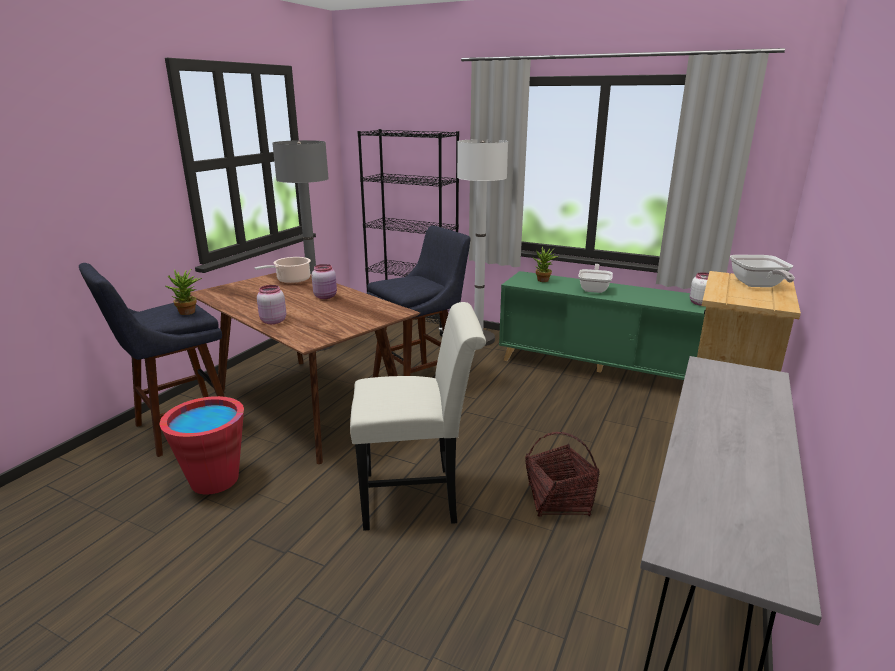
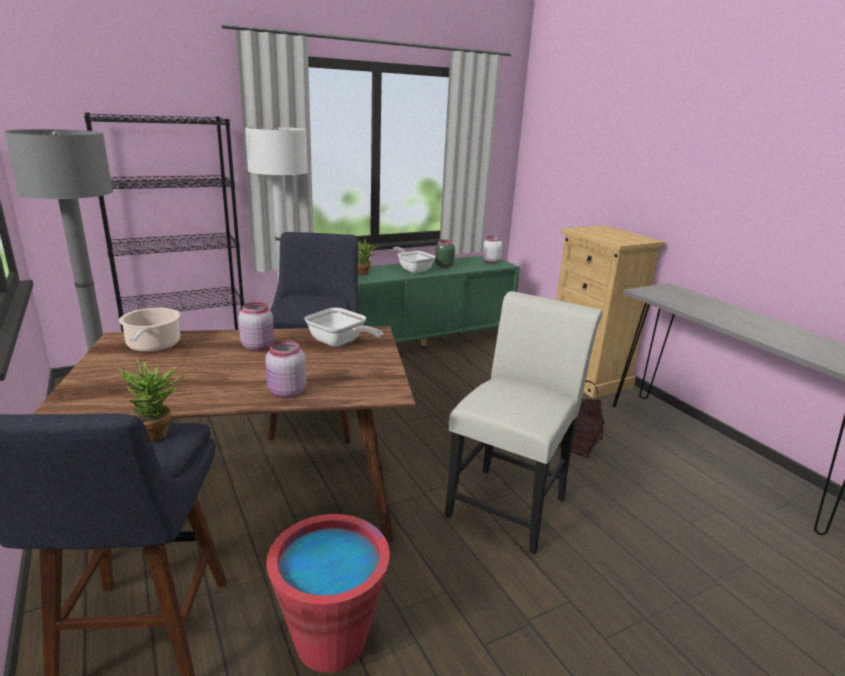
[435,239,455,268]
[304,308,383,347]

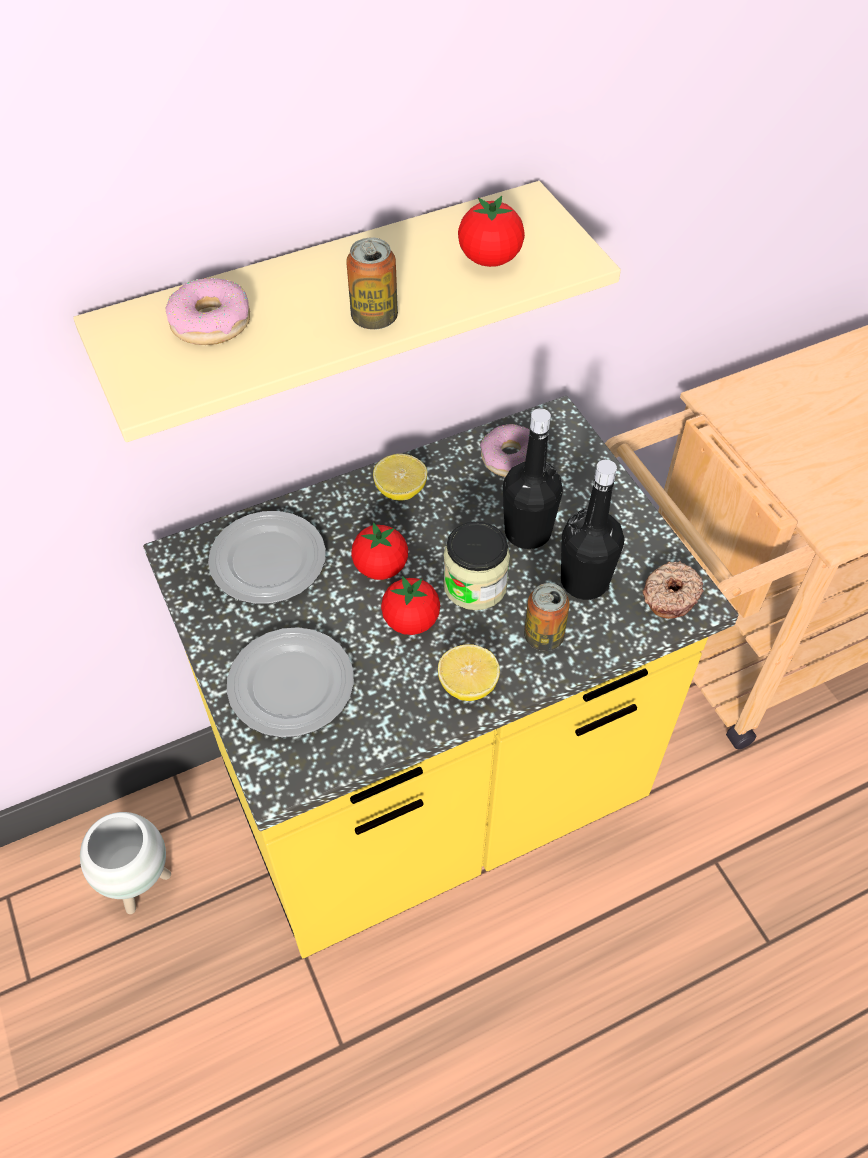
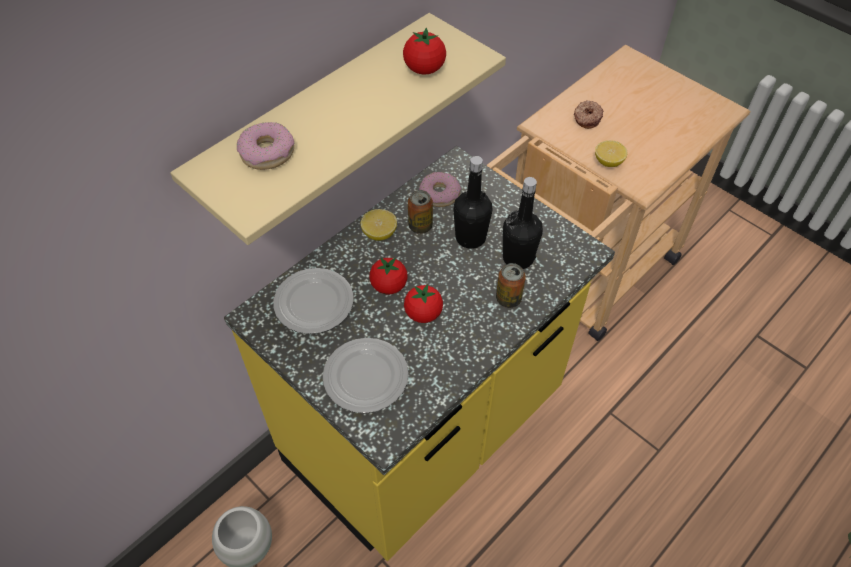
[443,522,510,610] (first image)
[408,190,433,234]
[595,140,627,167]
[574,100,603,129]

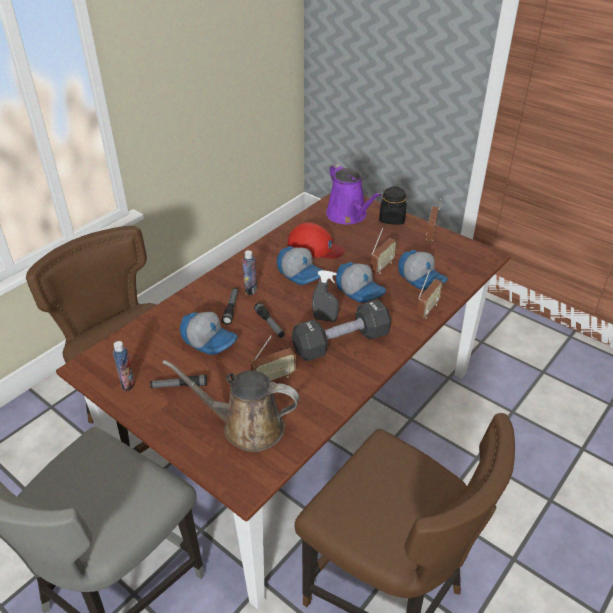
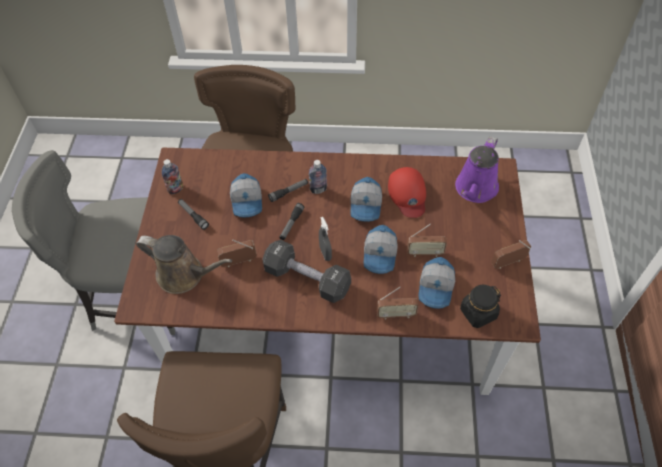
[460,285,501,328]
[136,235,232,294]
[217,240,257,267]

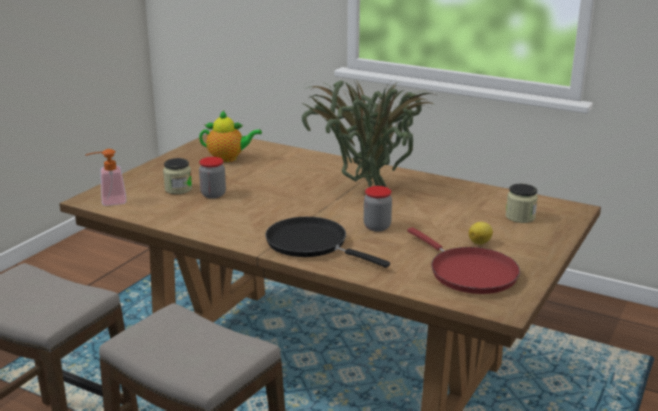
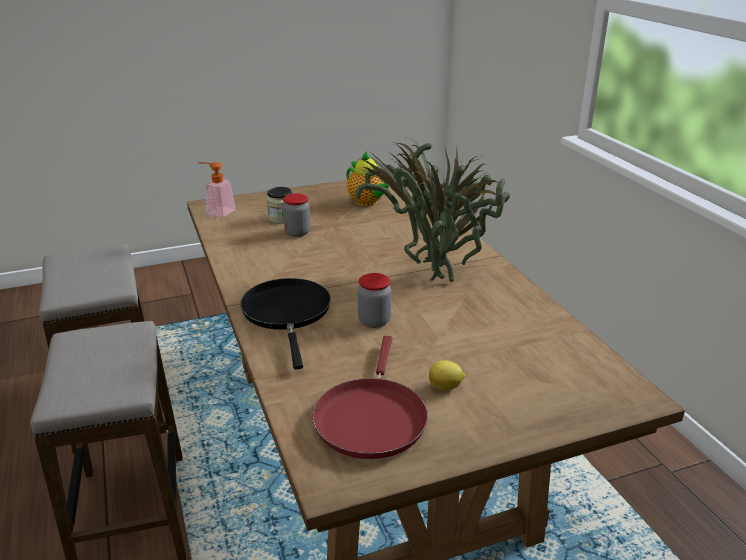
[506,184,538,223] (first image)

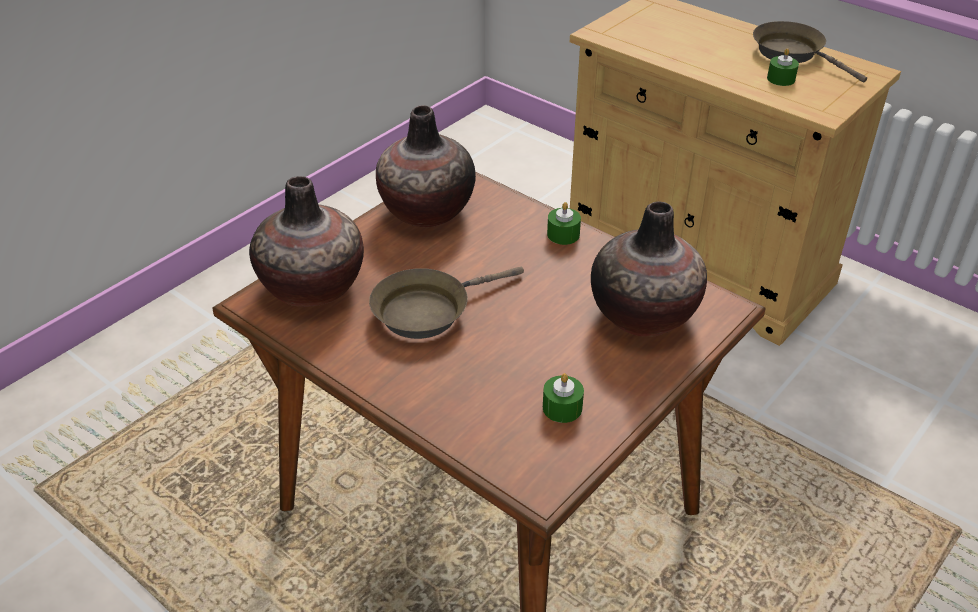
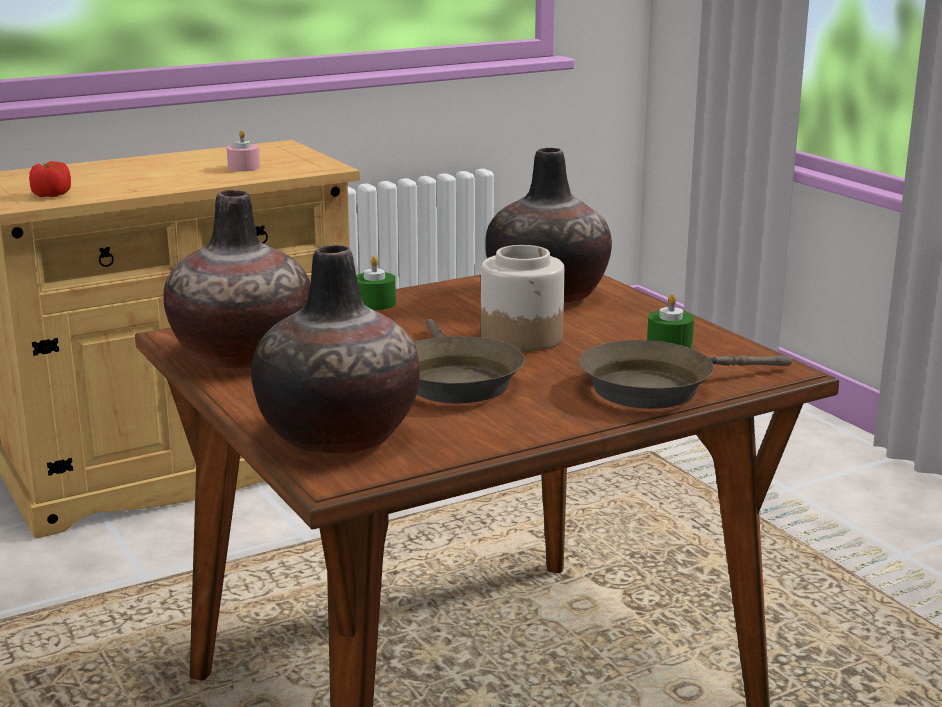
[29,161,71,197]
[481,245,565,352]
[579,340,792,409]
[227,130,260,172]

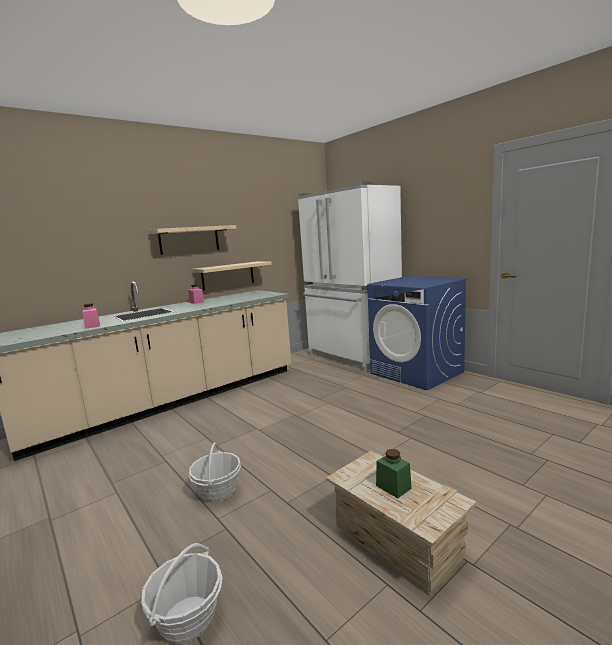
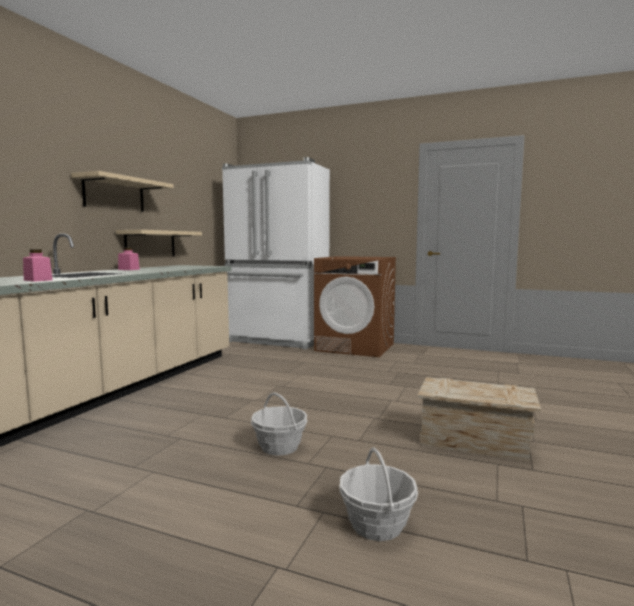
[376,449,412,498] (first image)
[314,256,396,357]

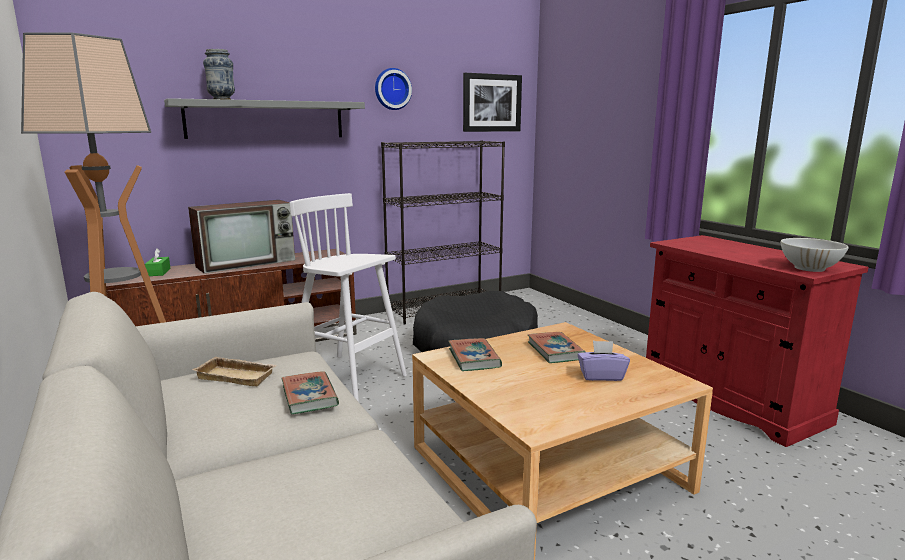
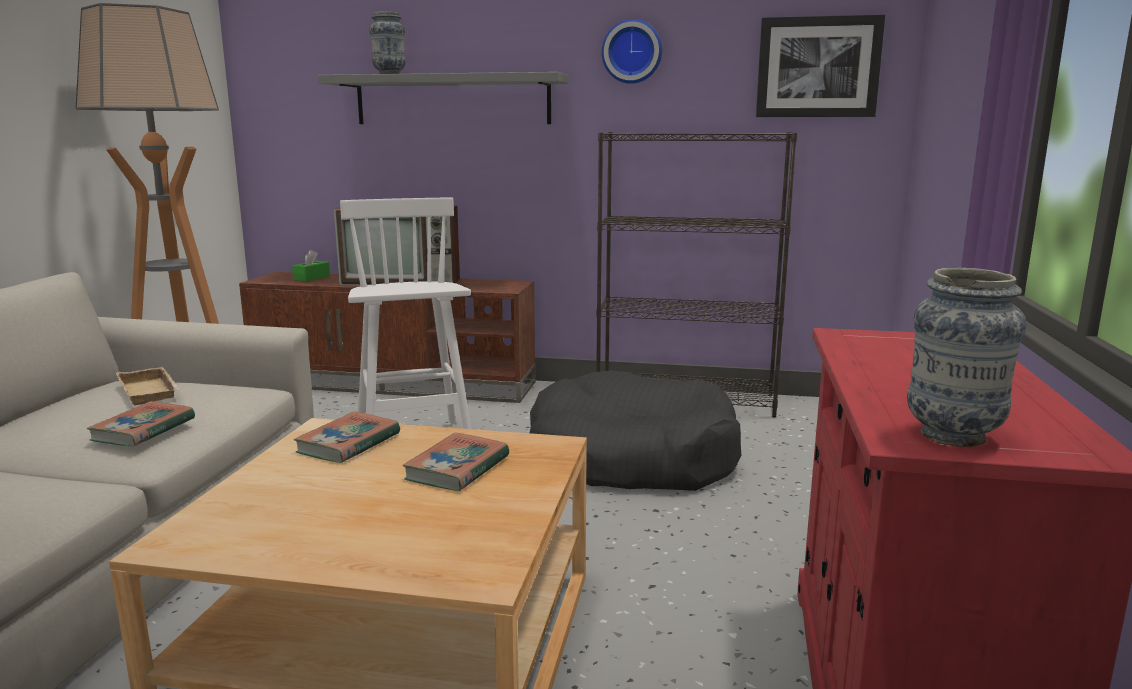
[578,341,630,381] (first image)
[907,268,1027,447]

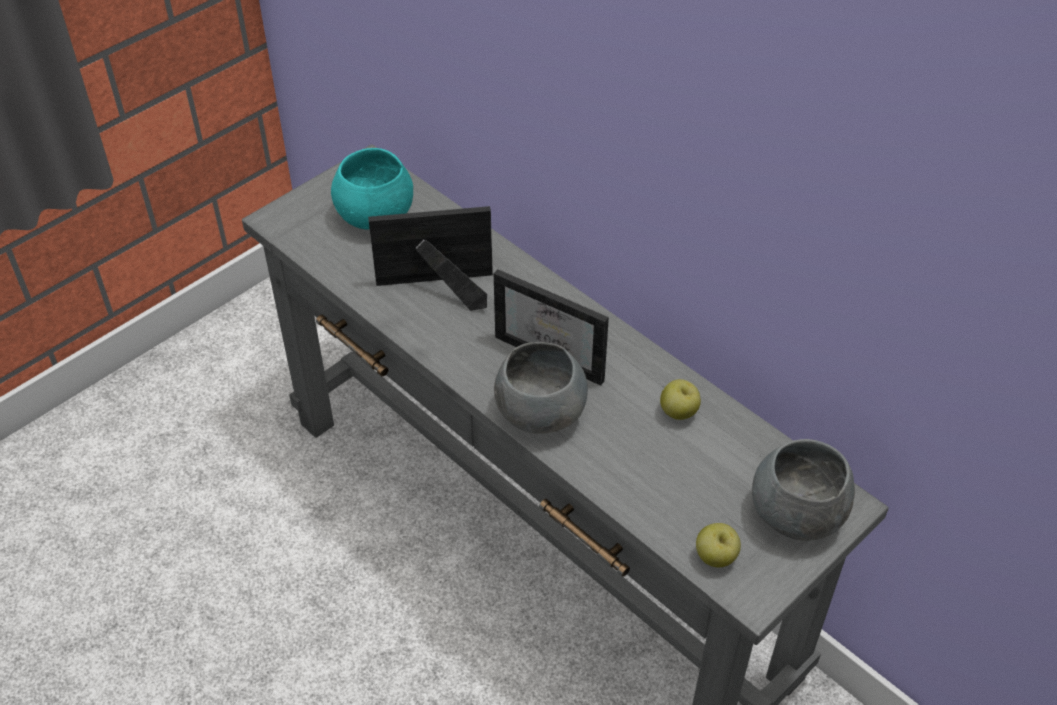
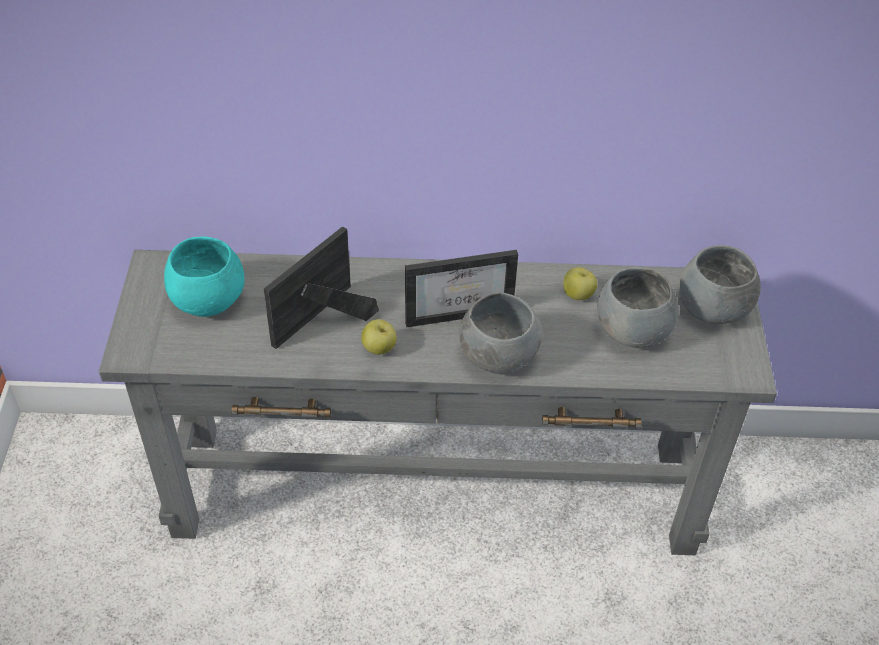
[597,267,679,348]
[361,319,397,355]

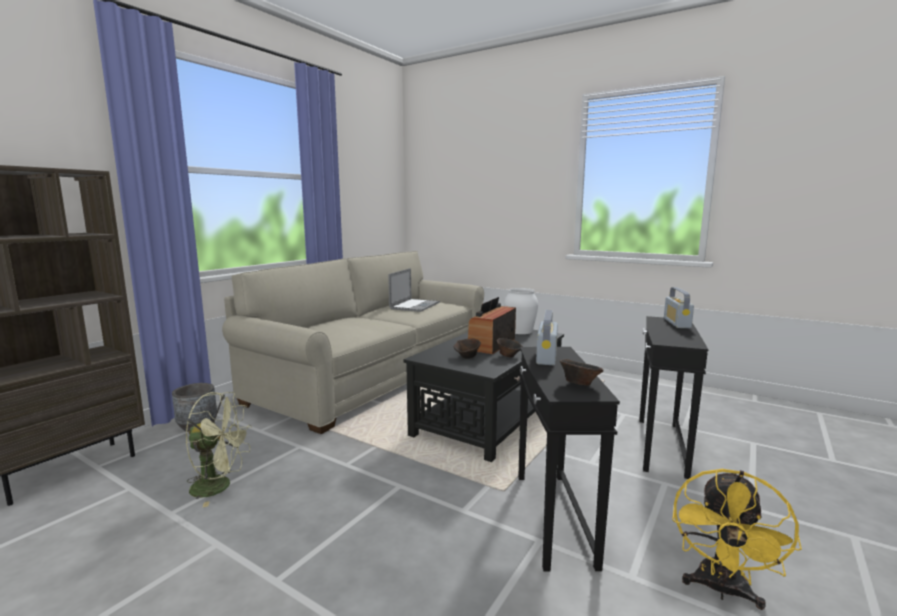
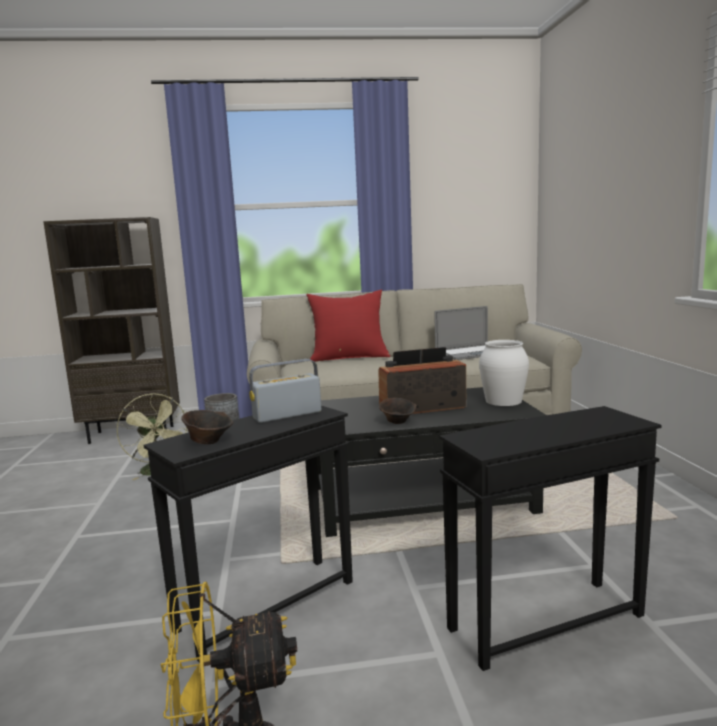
[454,339,481,359] (first image)
[664,287,694,328] (first image)
[306,290,390,362]

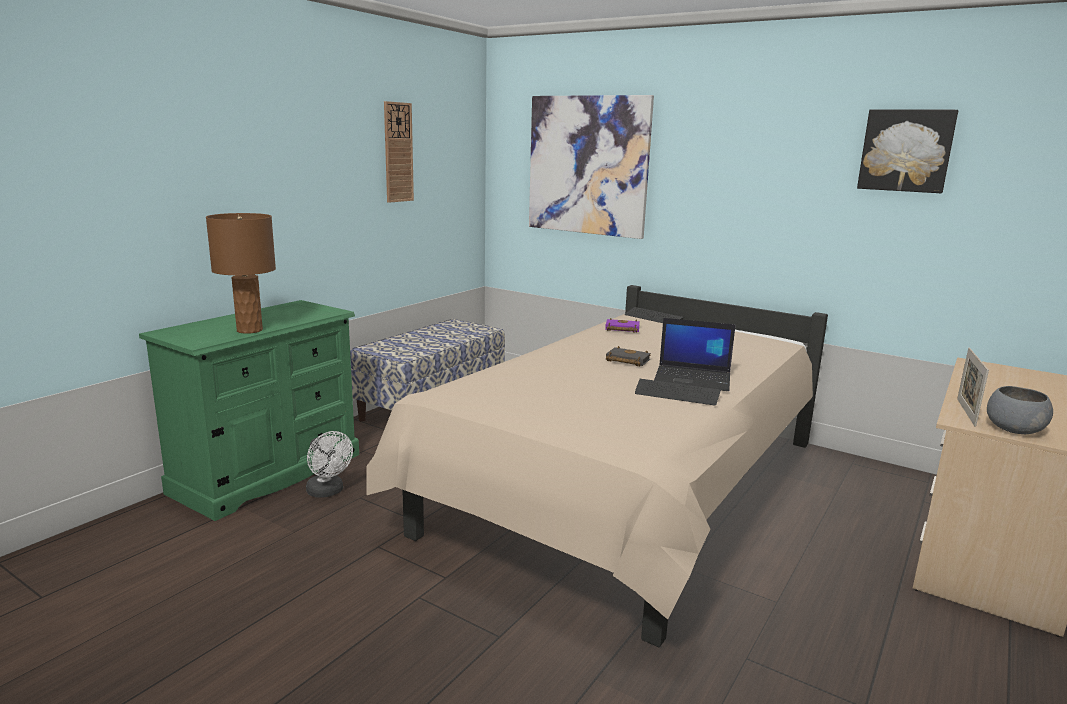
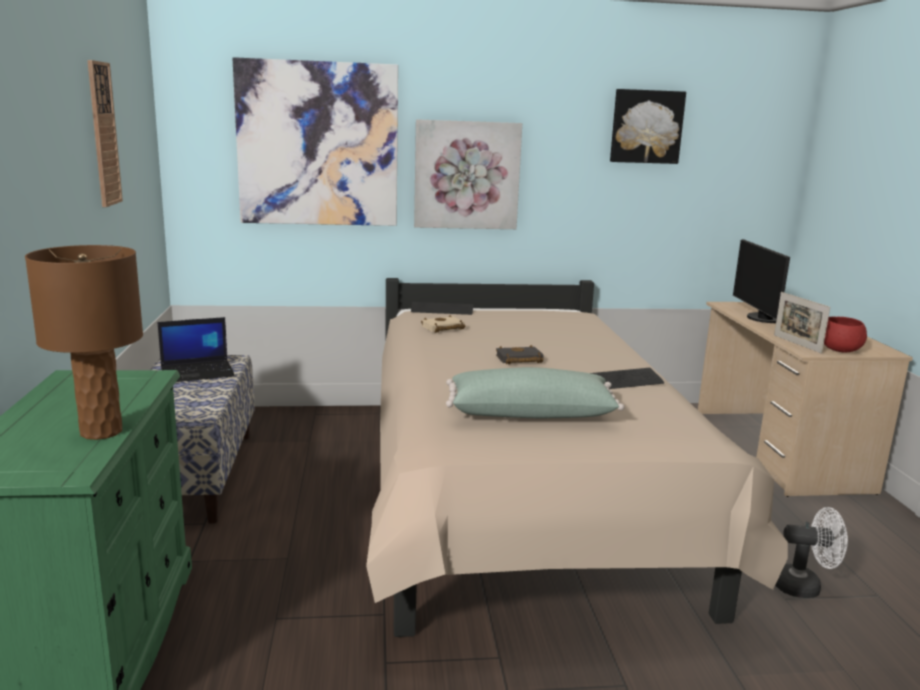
[414,119,522,229]
[446,367,625,418]
[733,239,790,323]
[775,507,848,598]
[158,317,235,382]
[421,315,465,333]
[824,317,867,352]

